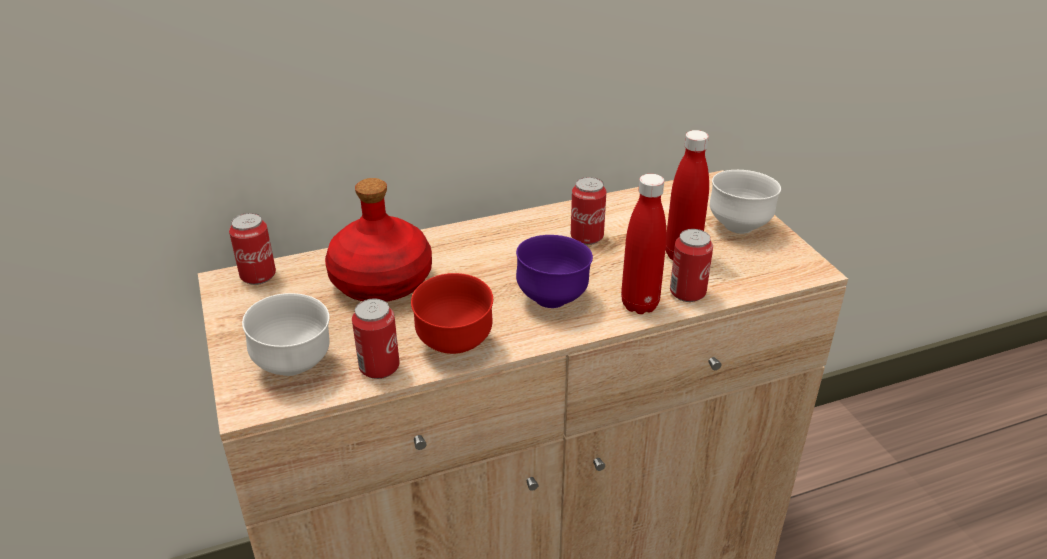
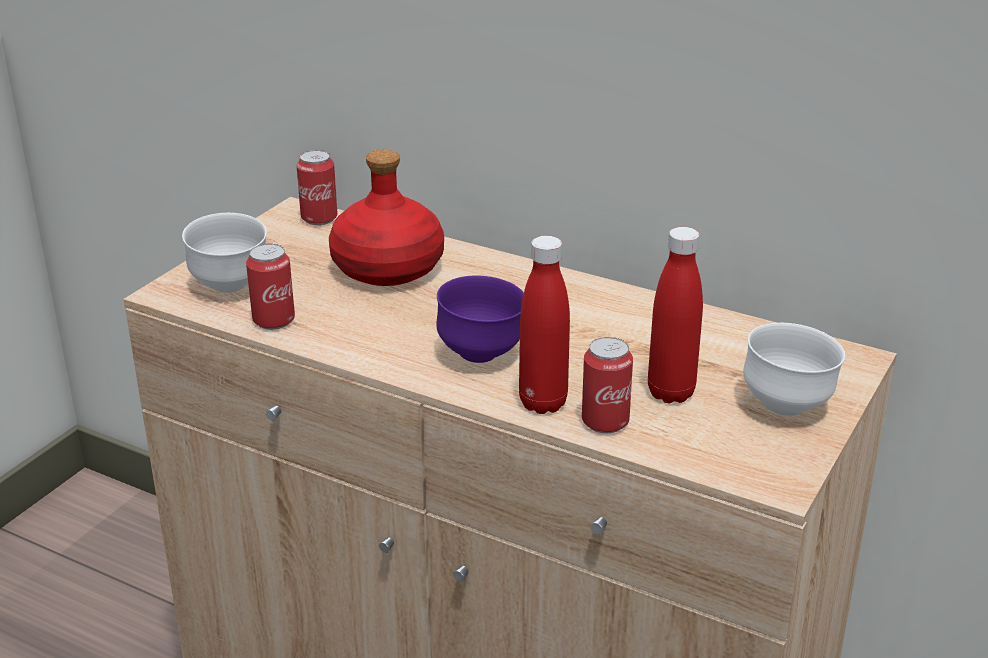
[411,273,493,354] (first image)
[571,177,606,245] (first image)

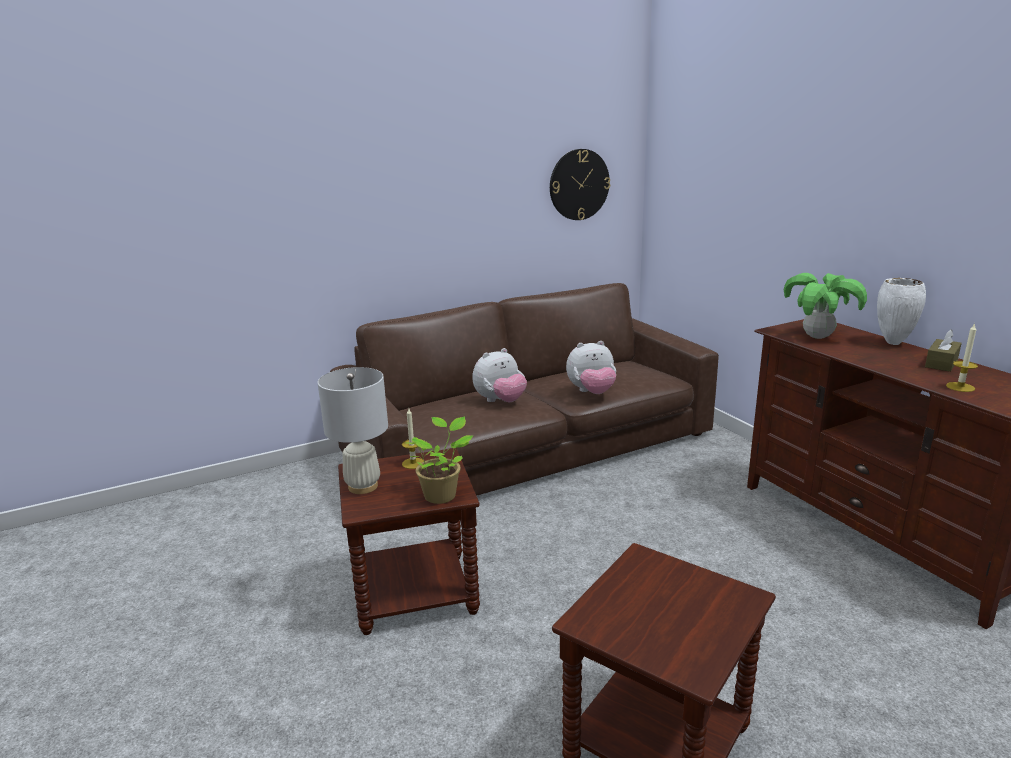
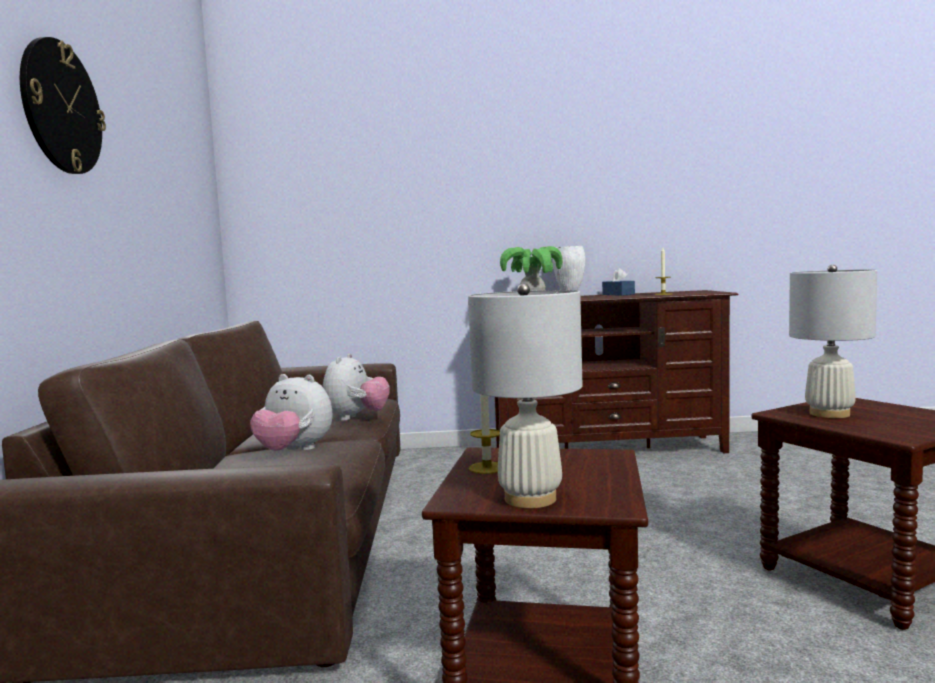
[407,416,473,504] (first image)
[789,265,877,418]
[20,37,106,174]
[602,268,635,296]
[250,374,333,451]

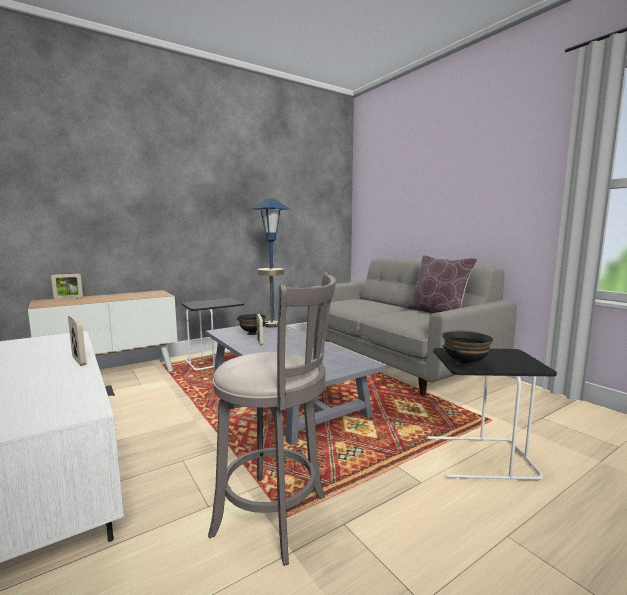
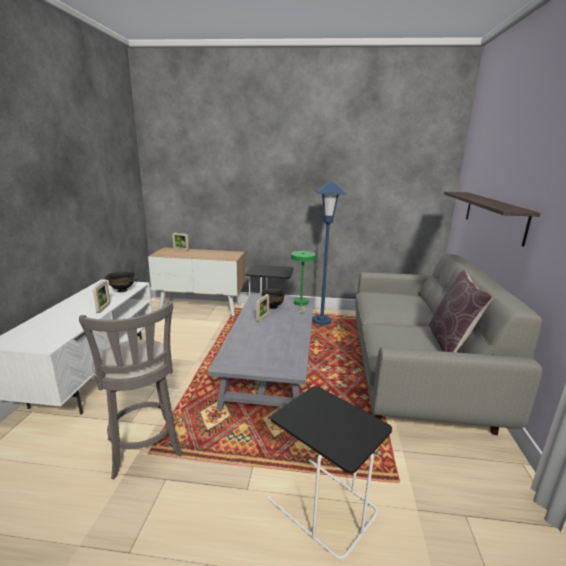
[444,192,540,247]
[105,271,137,292]
[291,251,316,313]

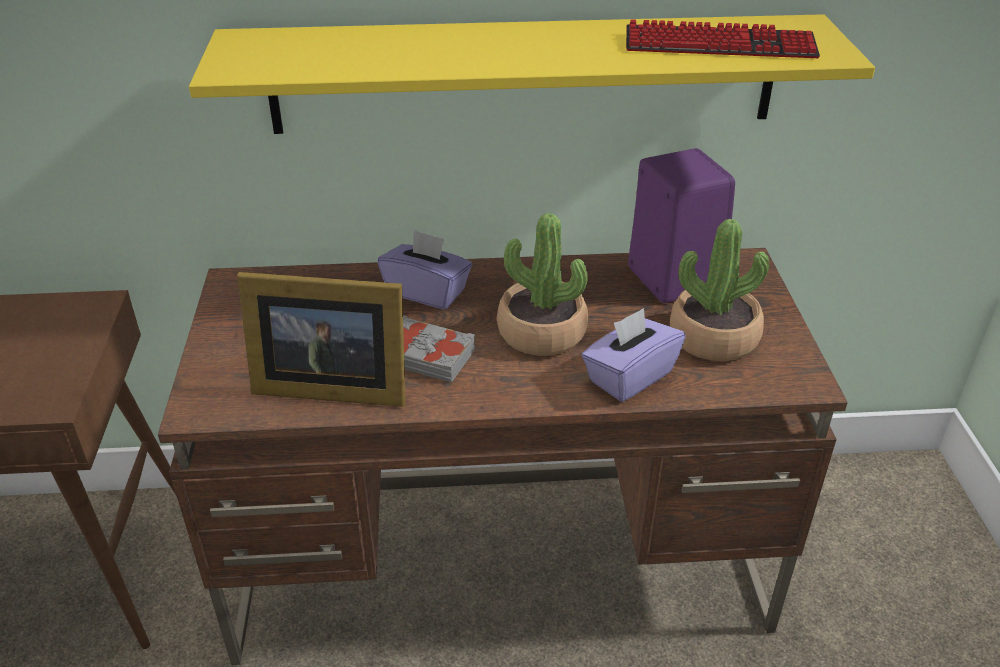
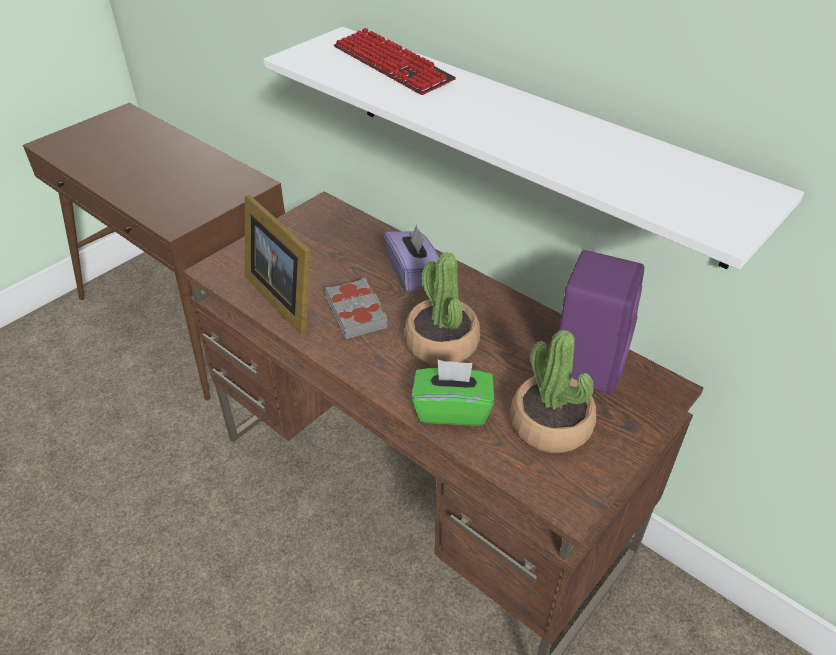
[334,28,456,95]
[263,27,804,270]
[411,360,494,426]

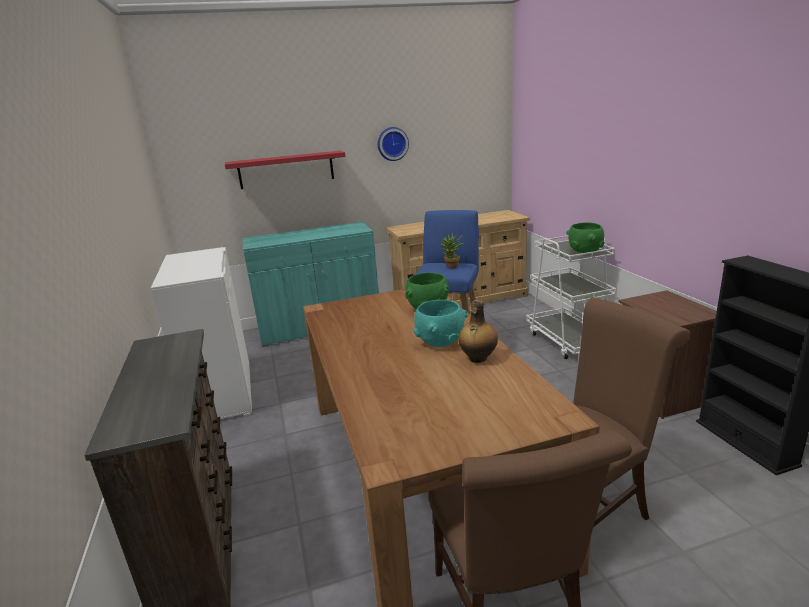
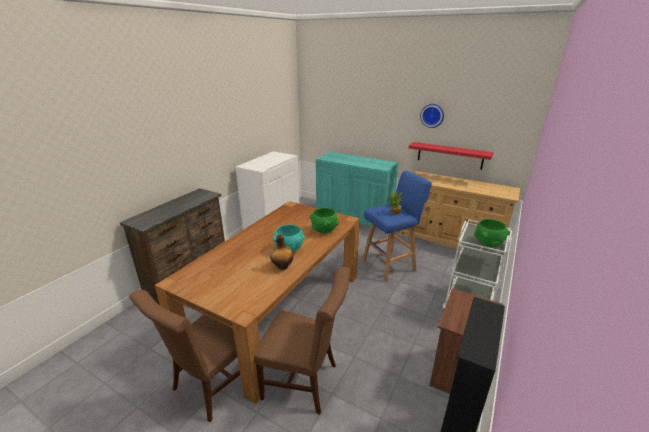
[409,142,494,170]

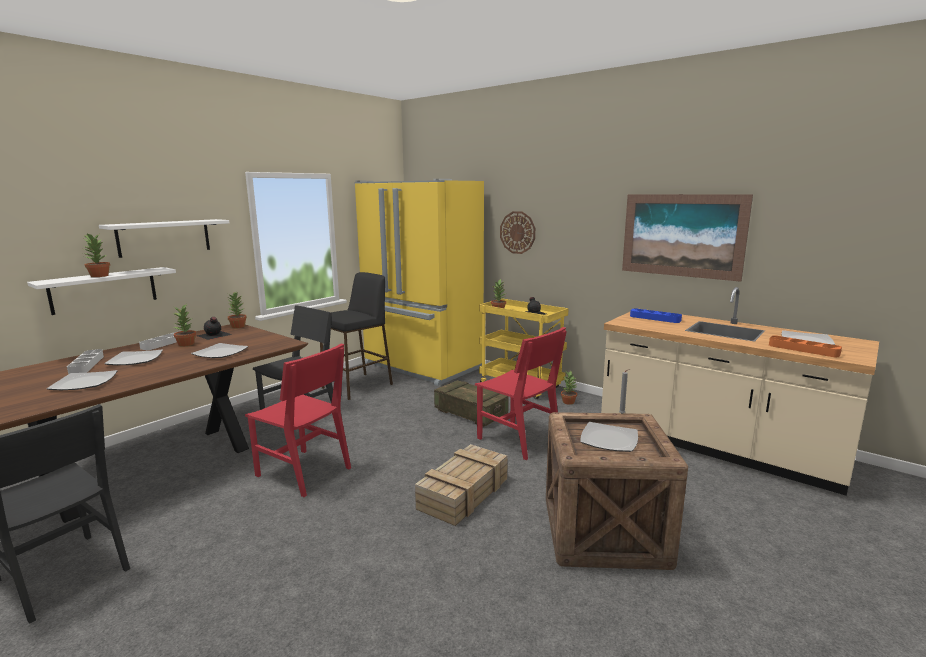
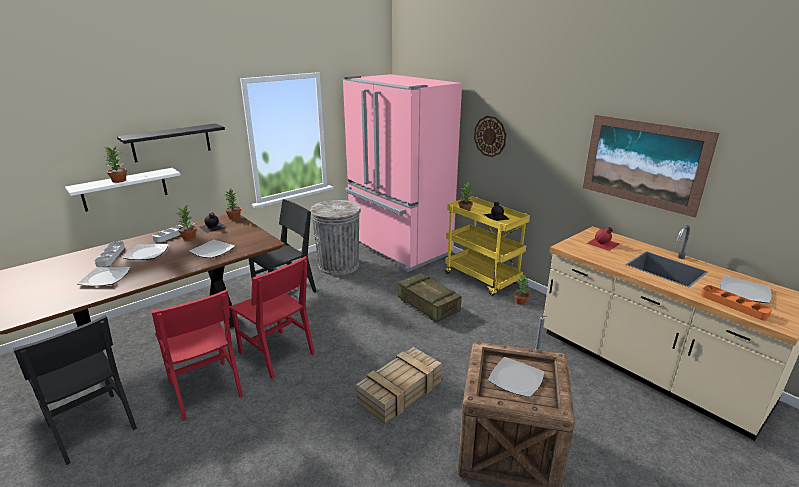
[151,289,243,421]
[310,200,361,275]
[586,227,620,251]
[117,123,225,163]
[342,74,462,272]

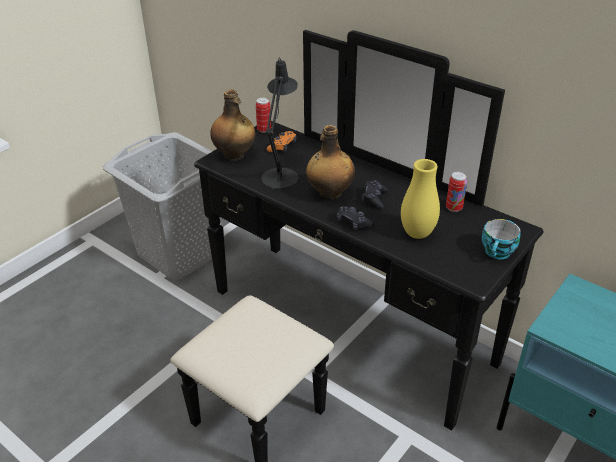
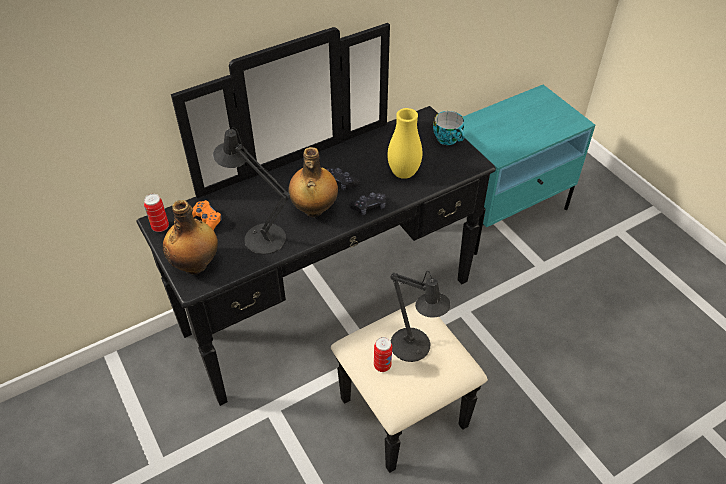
[103,132,223,280] (first image)
[390,271,451,362]
[374,337,392,372]

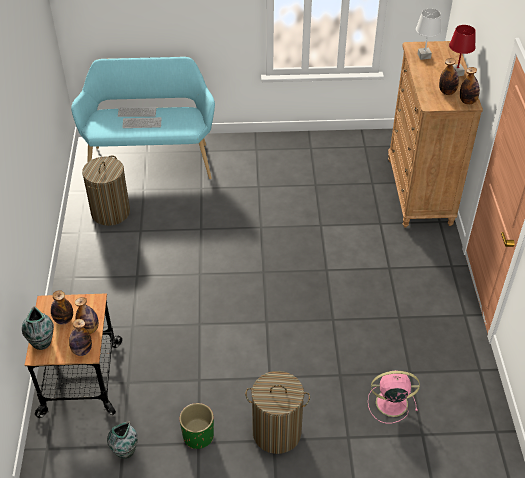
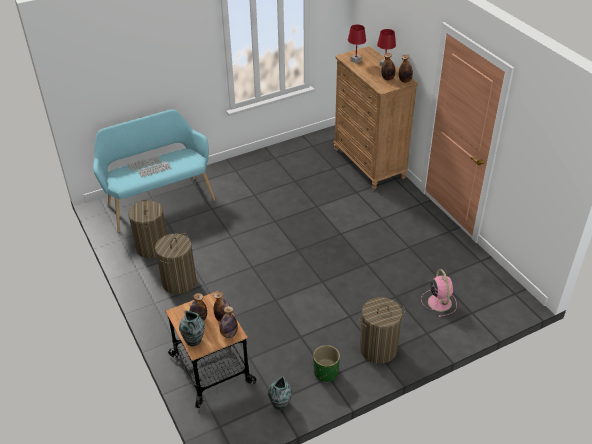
[155,233,196,294]
[348,25,366,63]
[421,269,457,317]

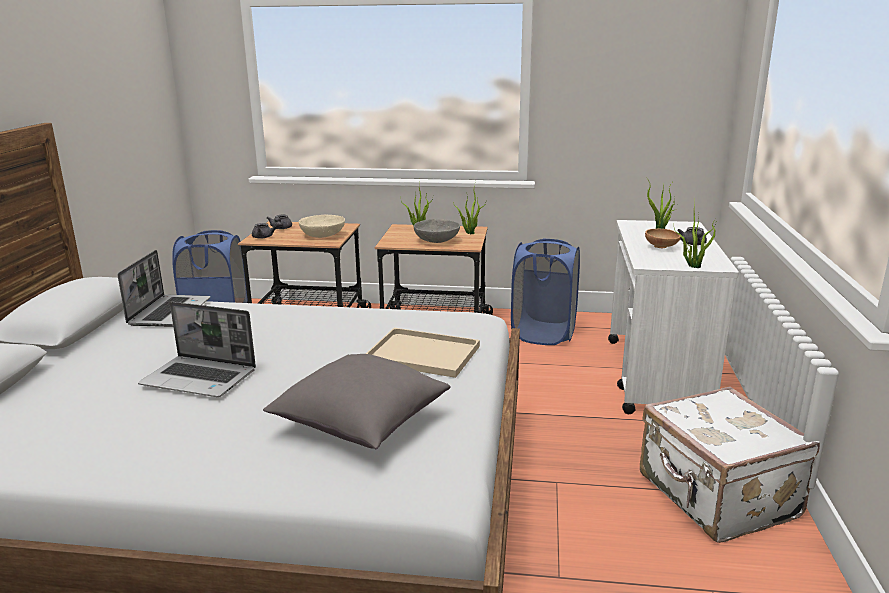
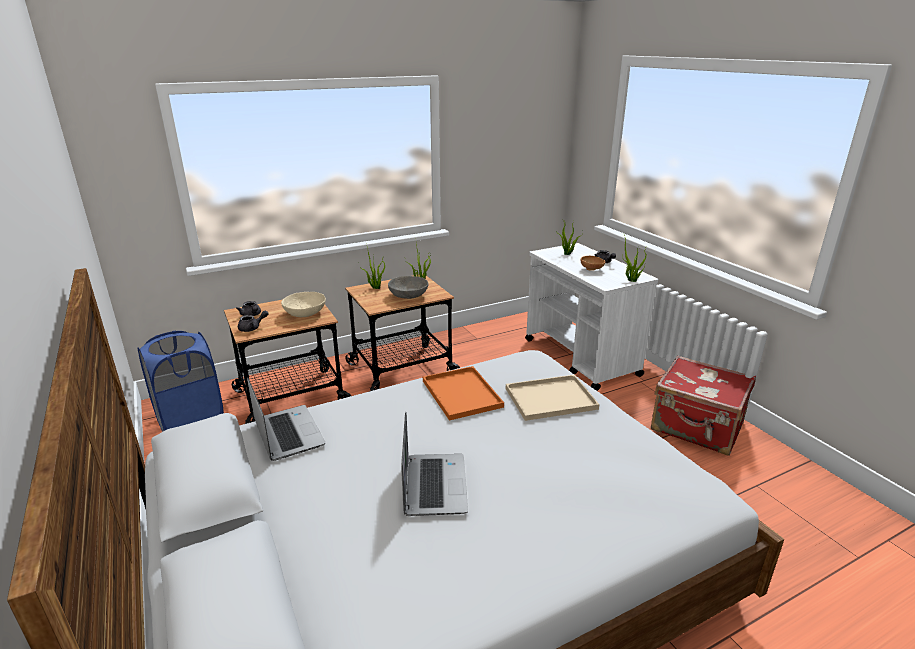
[263,354,451,449] (first image)
[511,238,580,345] (first image)
[423,366,504,421]
[651,355,756,456]
[401,412,468,516]

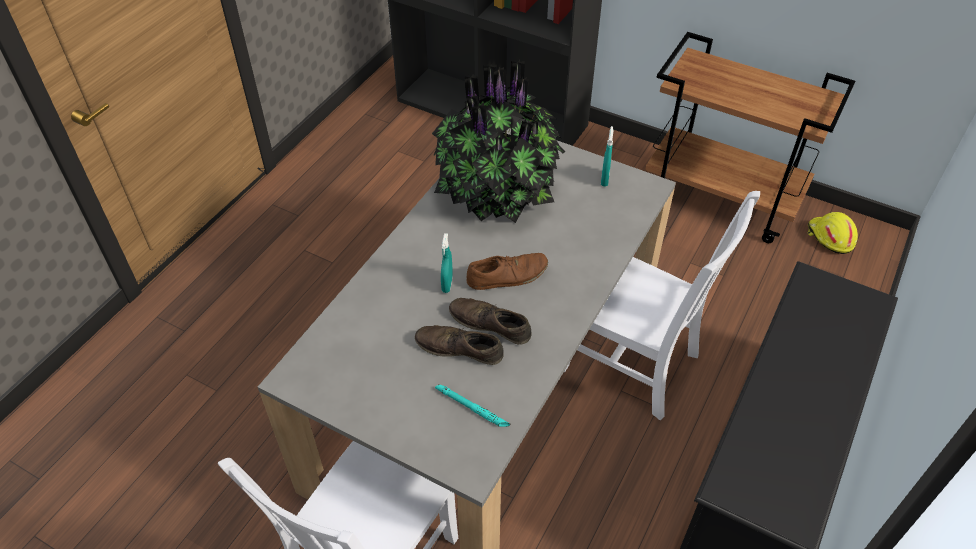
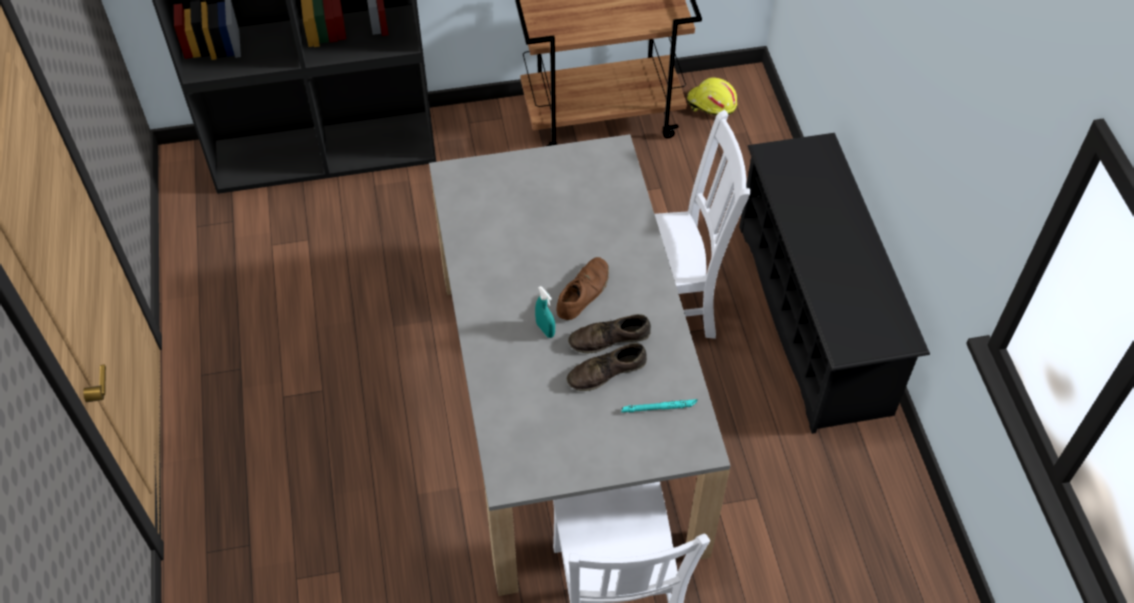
[432,60,565,223] (first image)
[601,126,613,187] (first image)

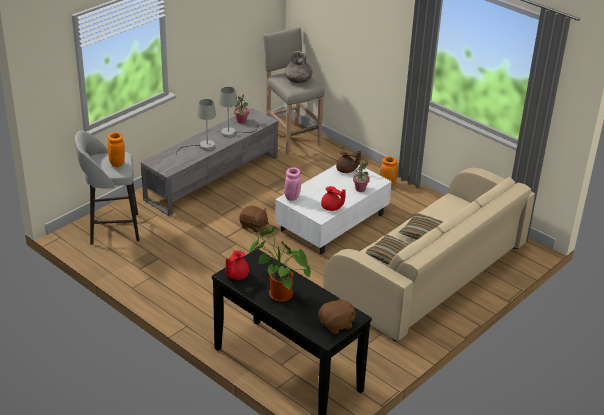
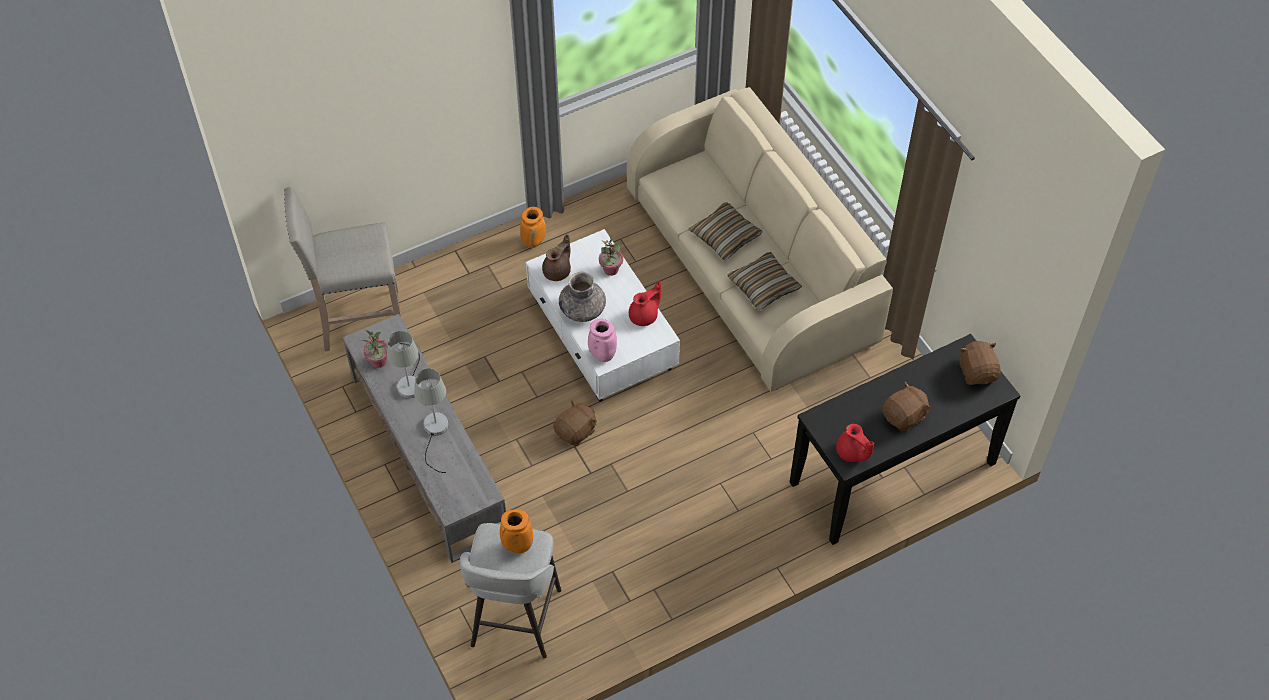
[559,272,606,322]
[882,382,931,432]

